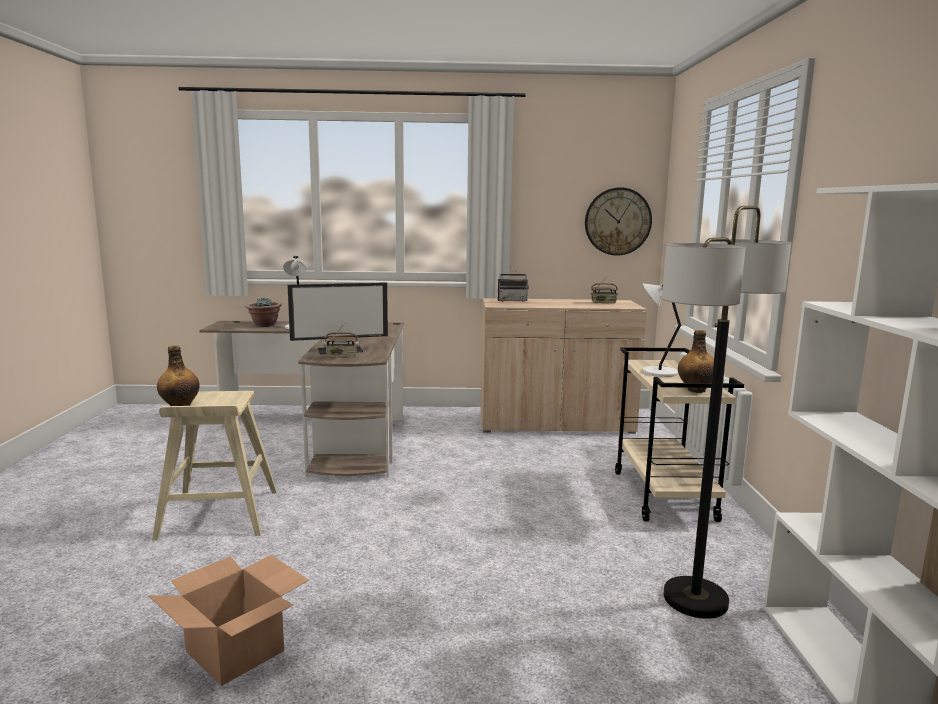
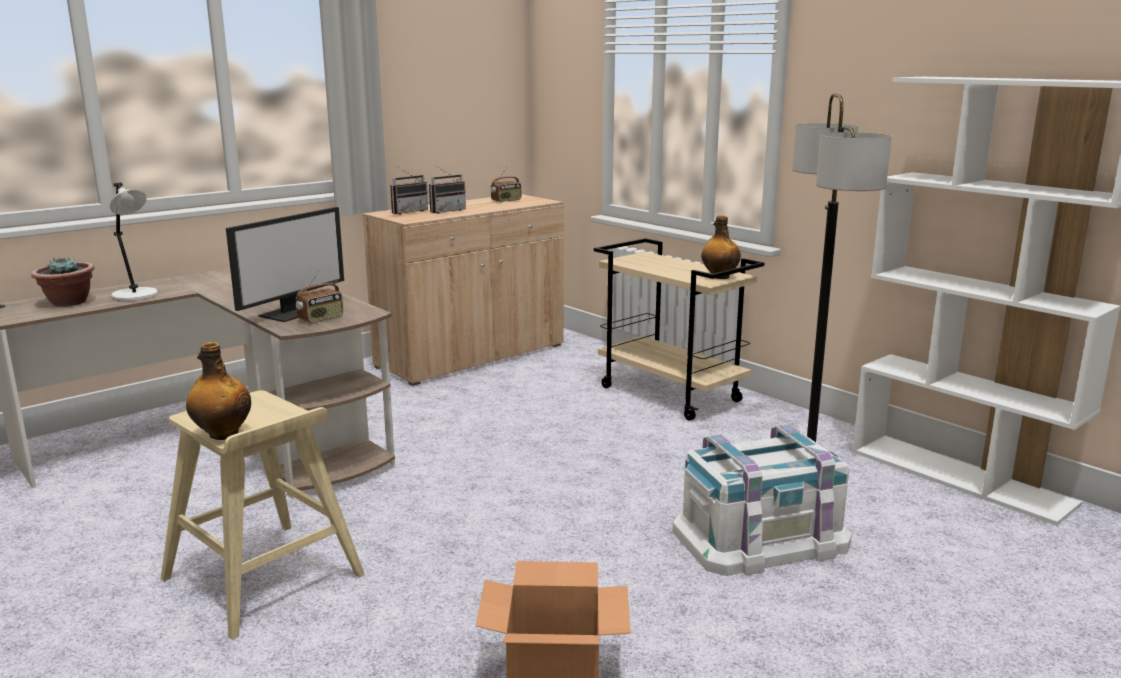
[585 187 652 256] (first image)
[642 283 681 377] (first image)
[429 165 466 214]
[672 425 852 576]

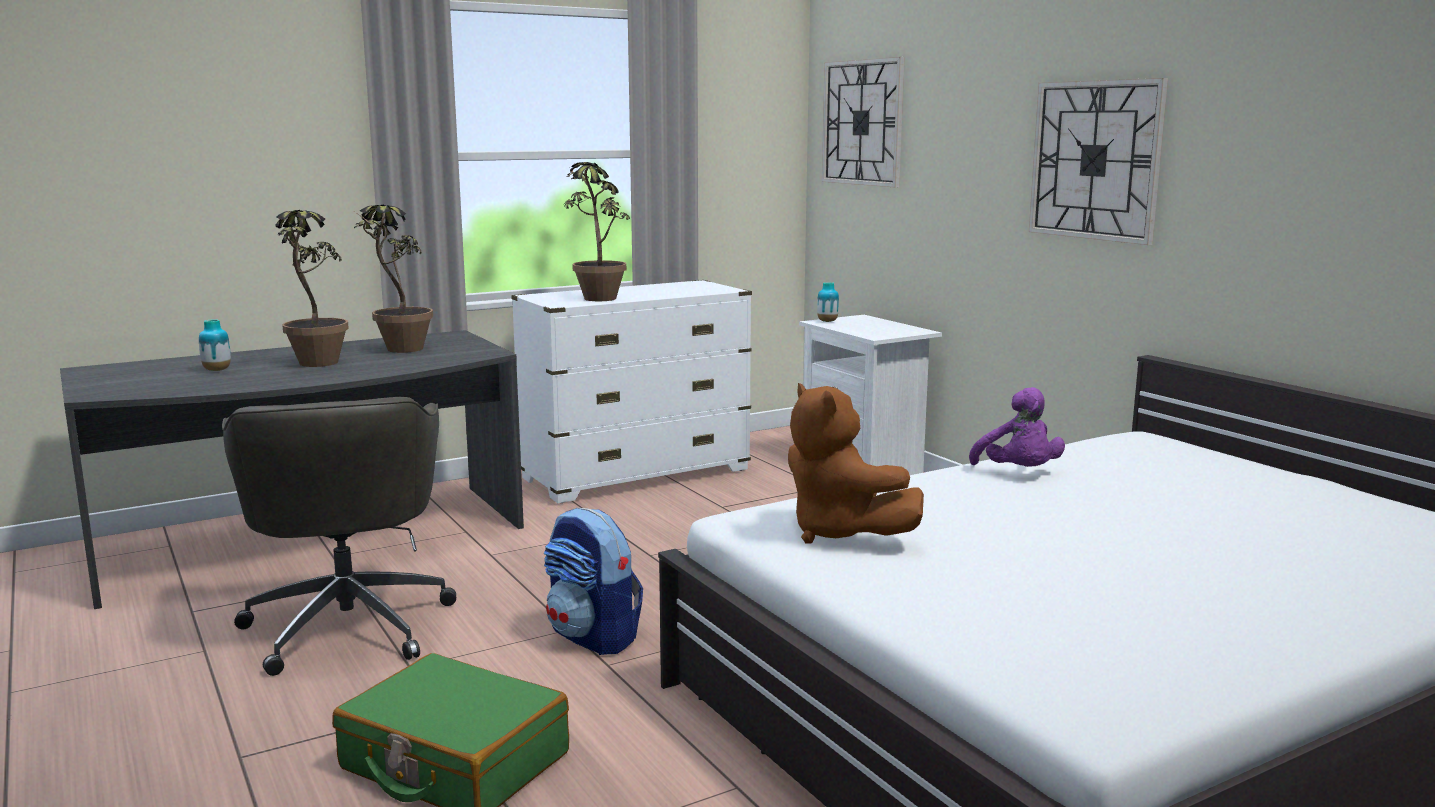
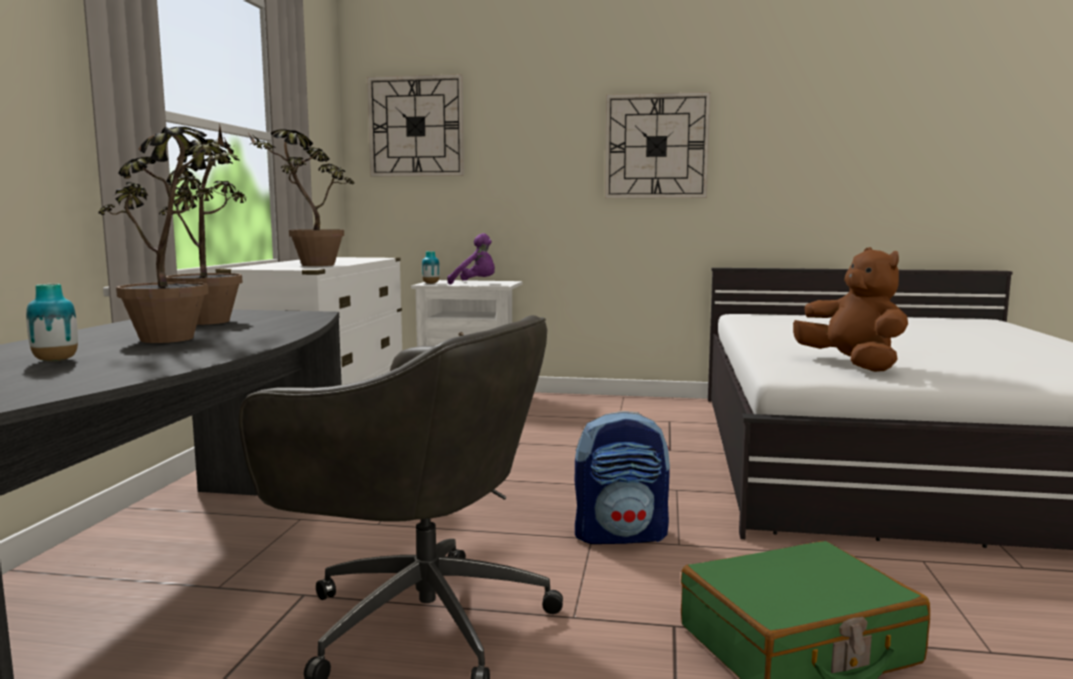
[793 247 908 372]
[447 233 495 285]

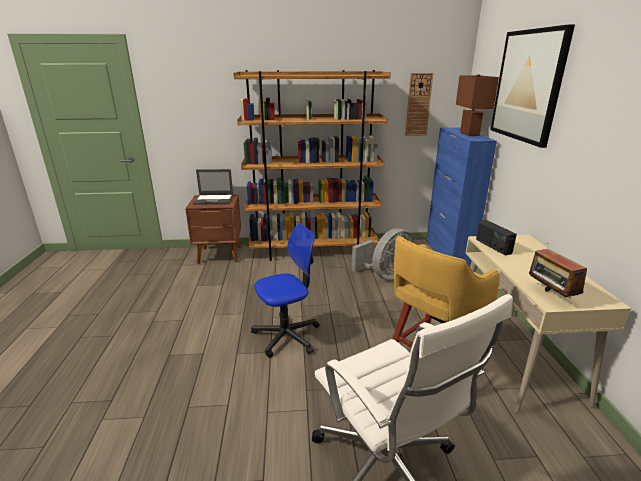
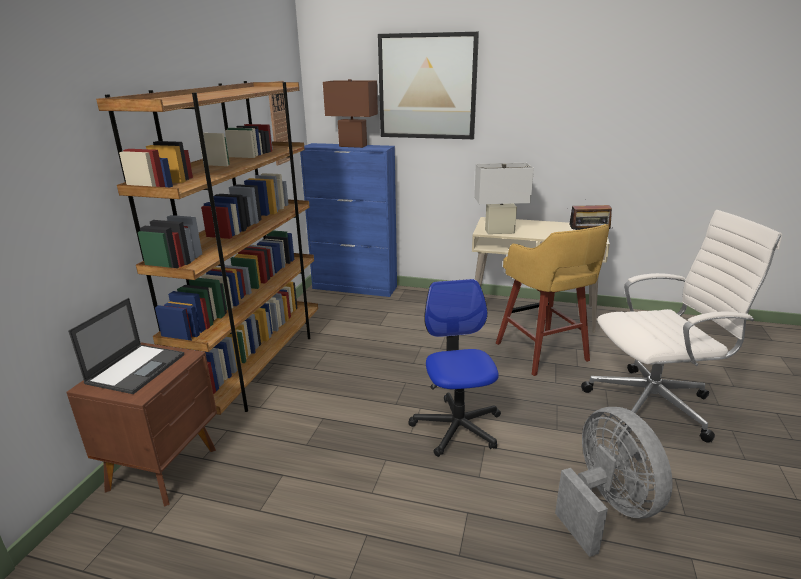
[555 407 672 557]
[474 163 534 234]

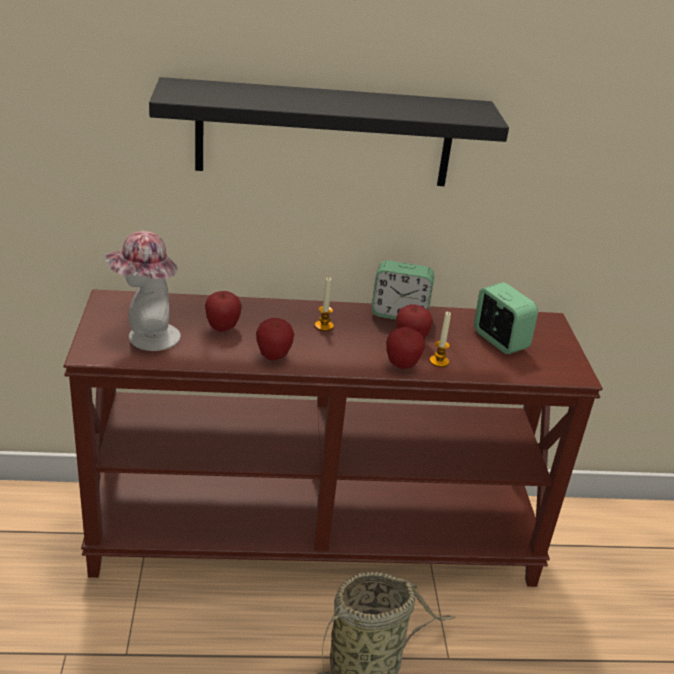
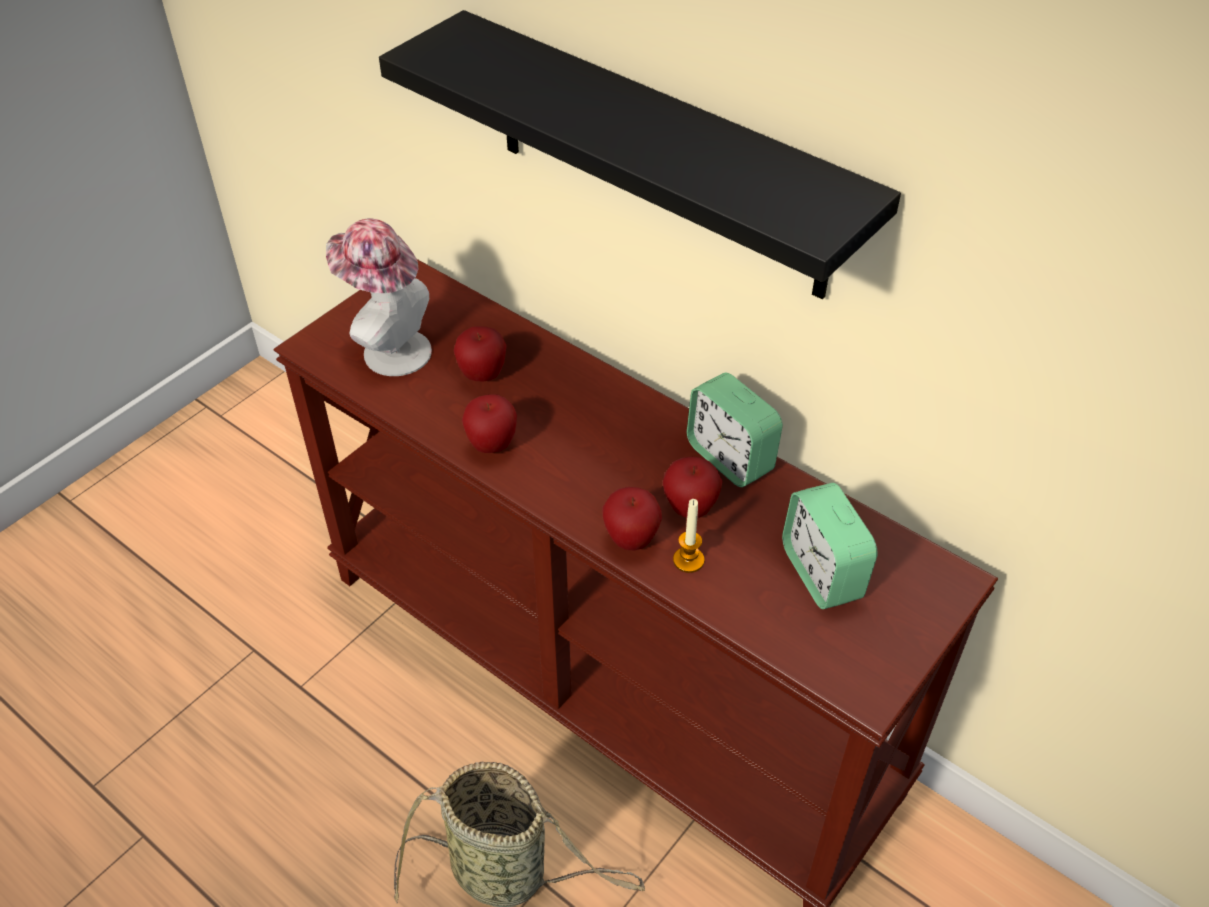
[315 277 334 331] (first image)
[782 483 878 609]

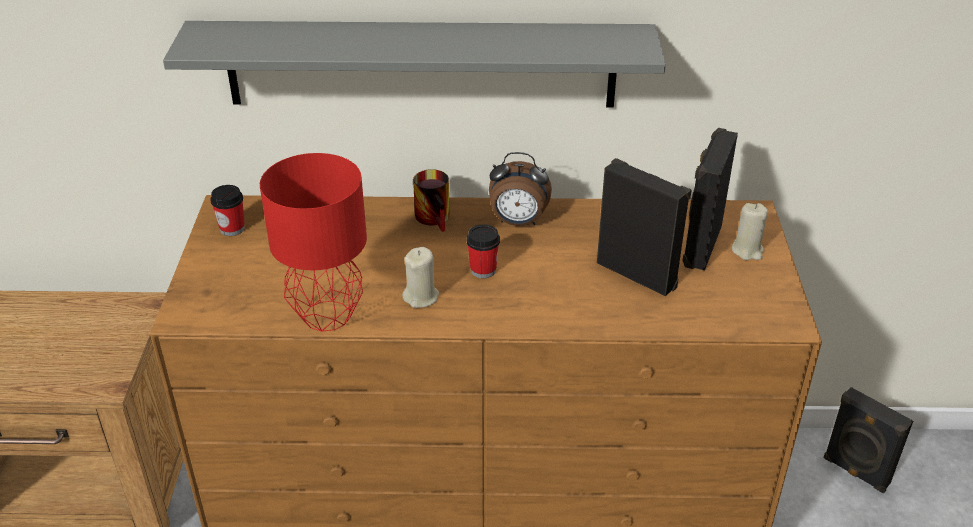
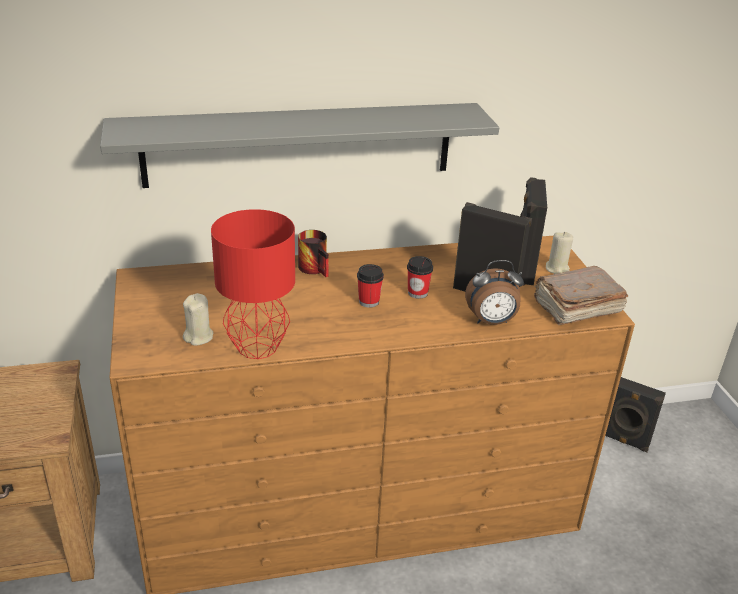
[407 256 433 299]
[183 293 213 346]
[465 260 524 325]
[534 266 628 325]

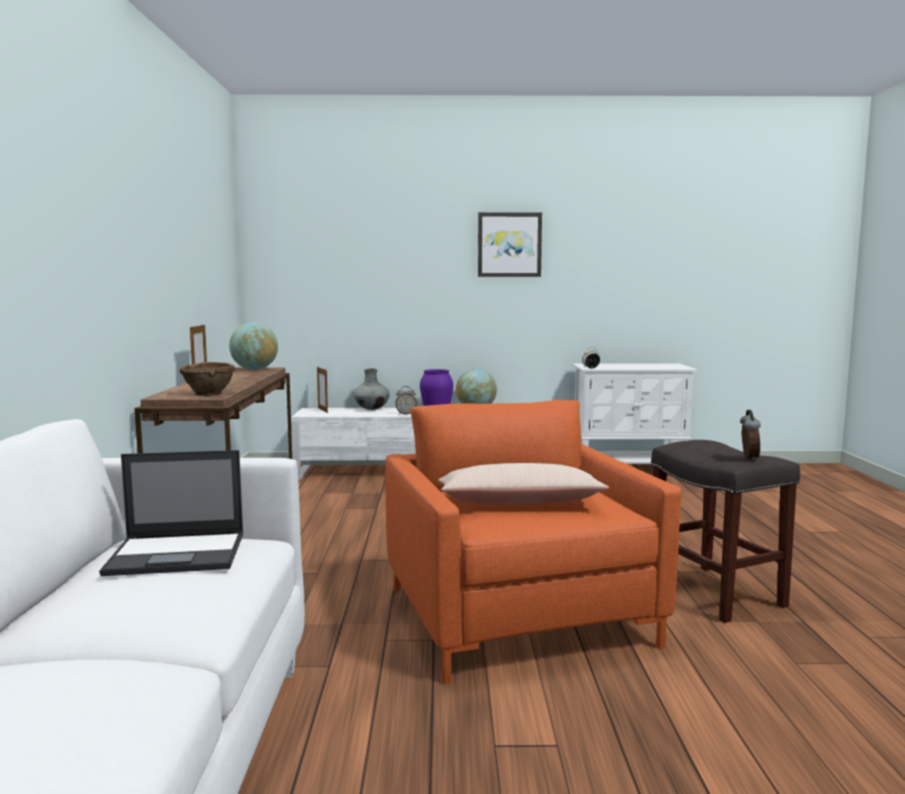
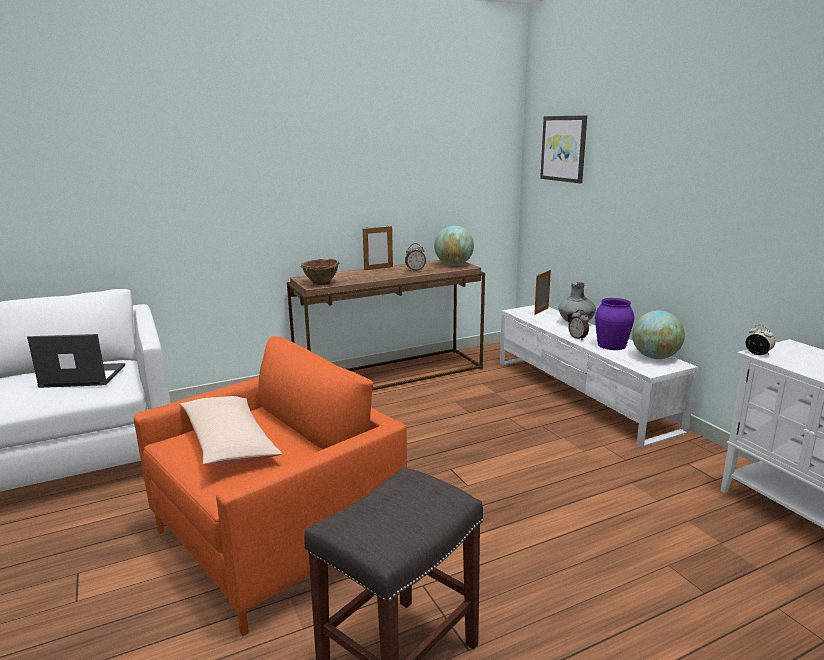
[27 334 125 388]
[540 115 587 183]
[405 243 426 271]

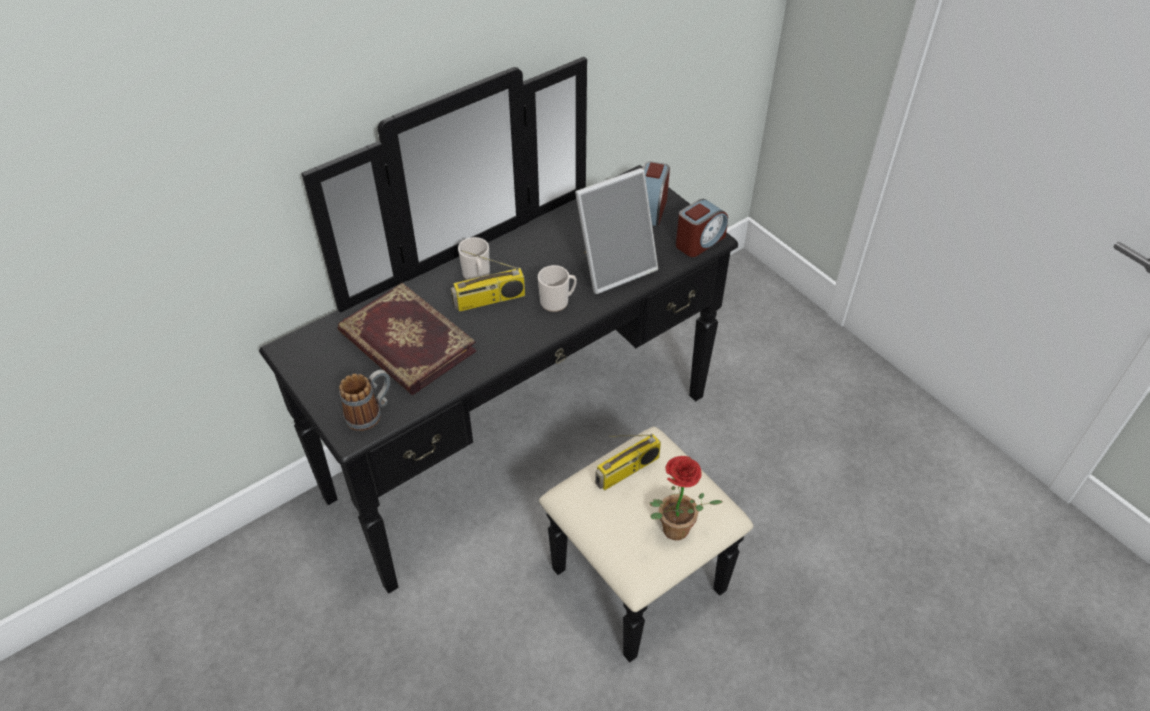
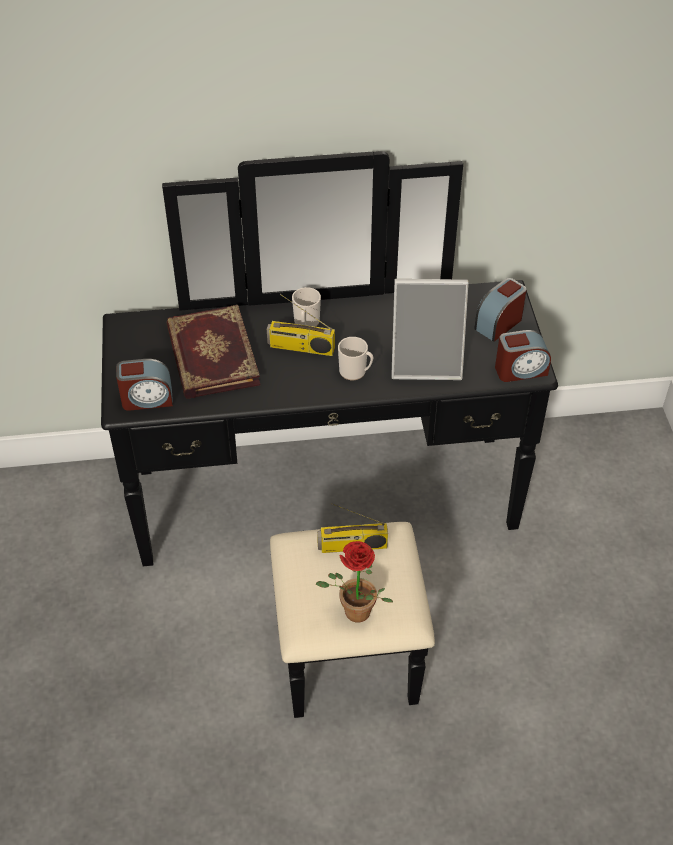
[116 359 173 411]

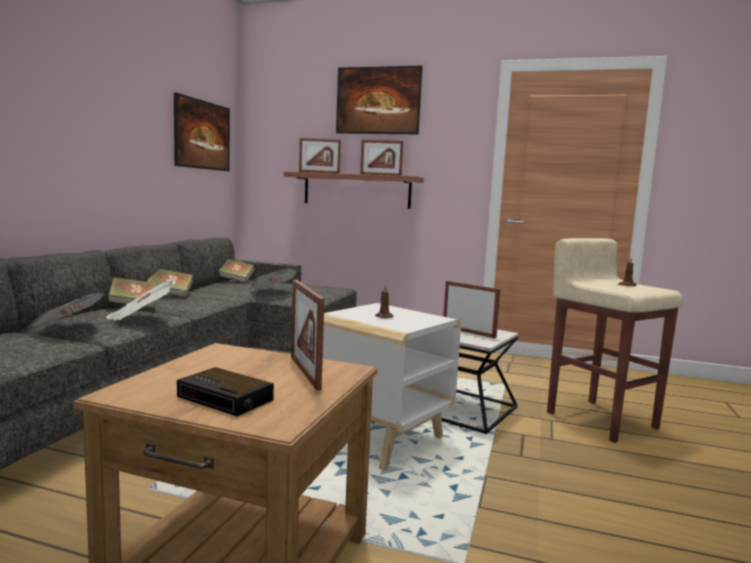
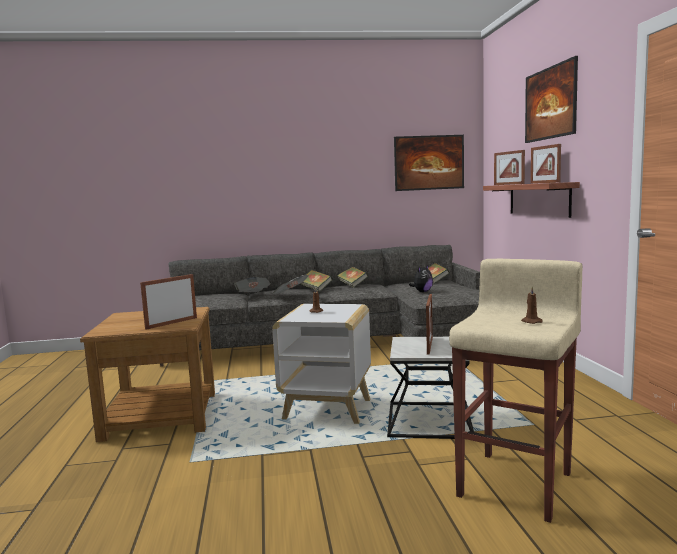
[177 367 274 416] (first image)
[409 265 433 292]

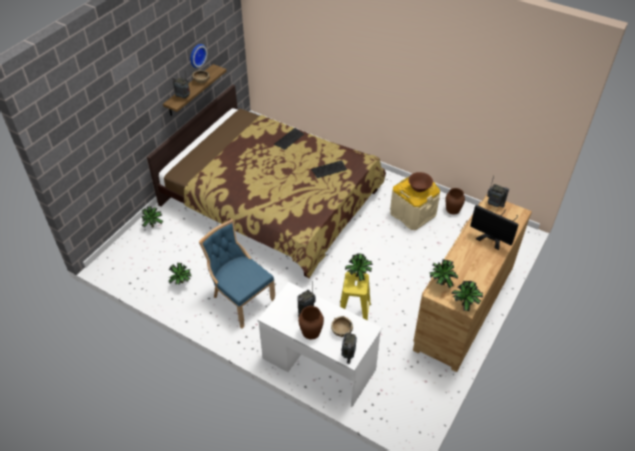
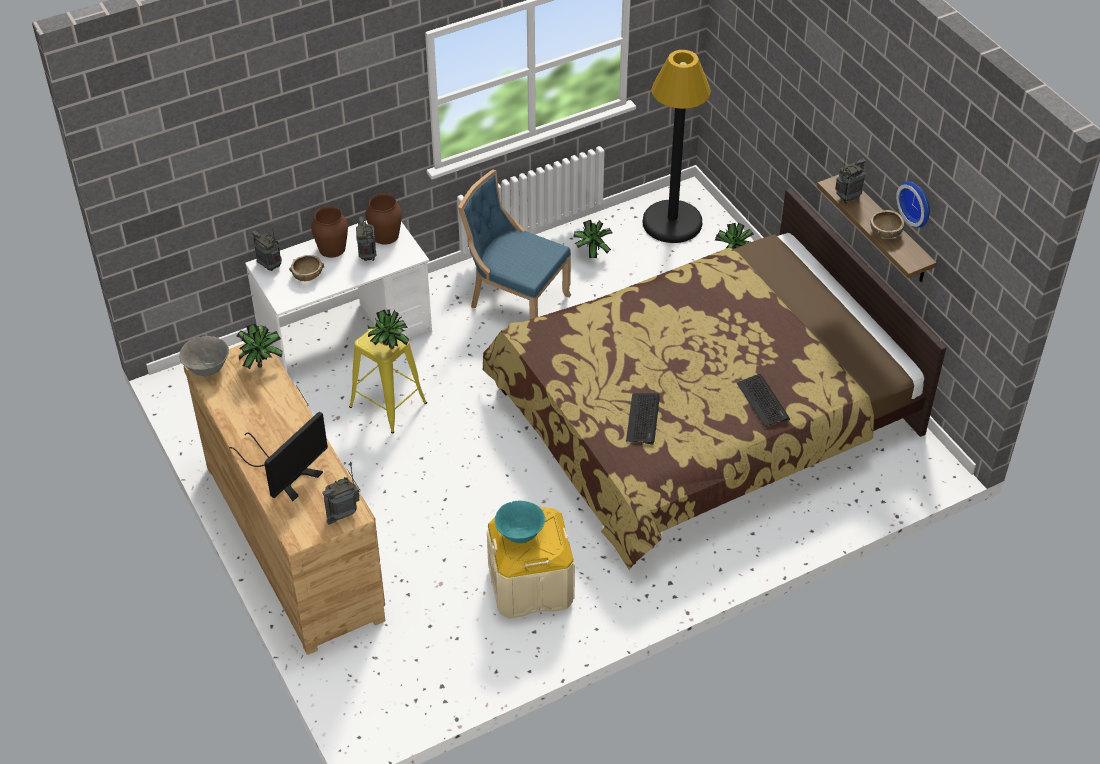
[458 169 571 319]
[495 501 545 543]
[366 193 402 244]
[179 336 229 376]
[229 412 328 501]
[642 50 711 243]

